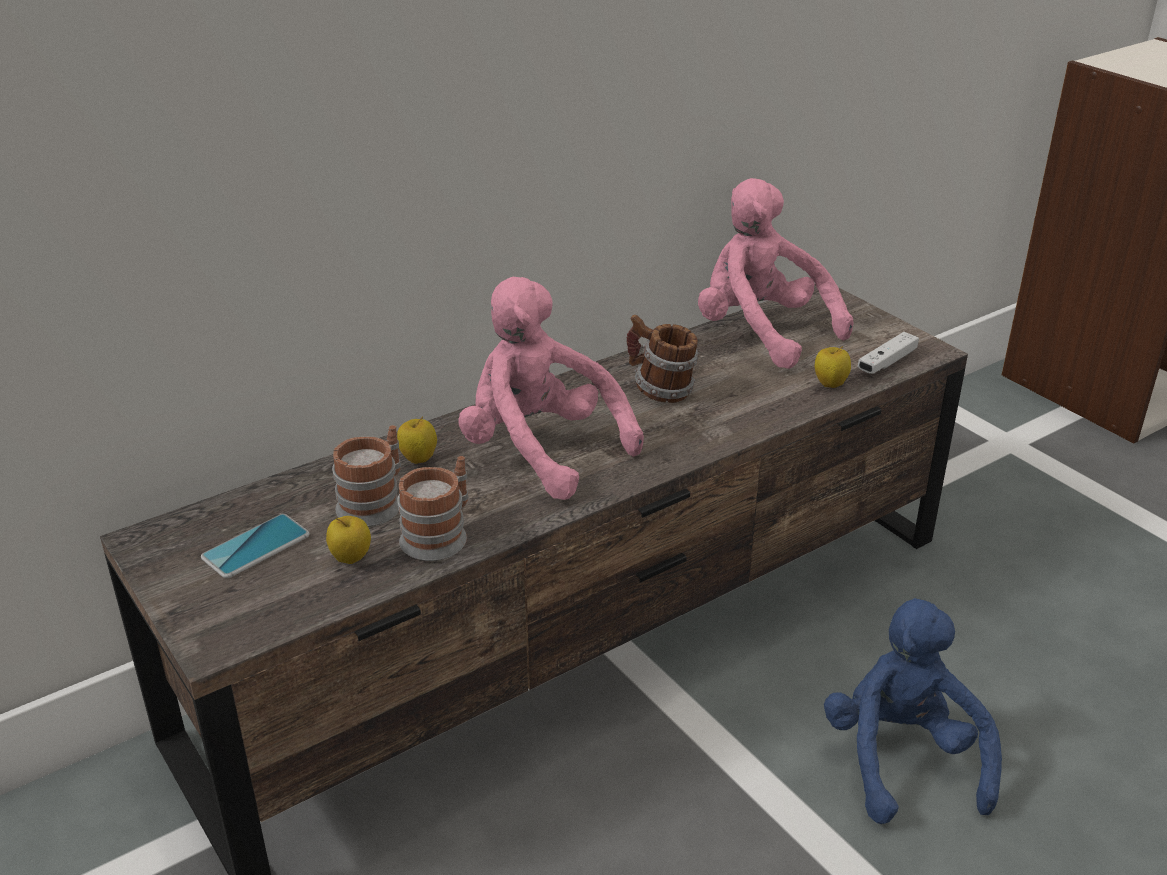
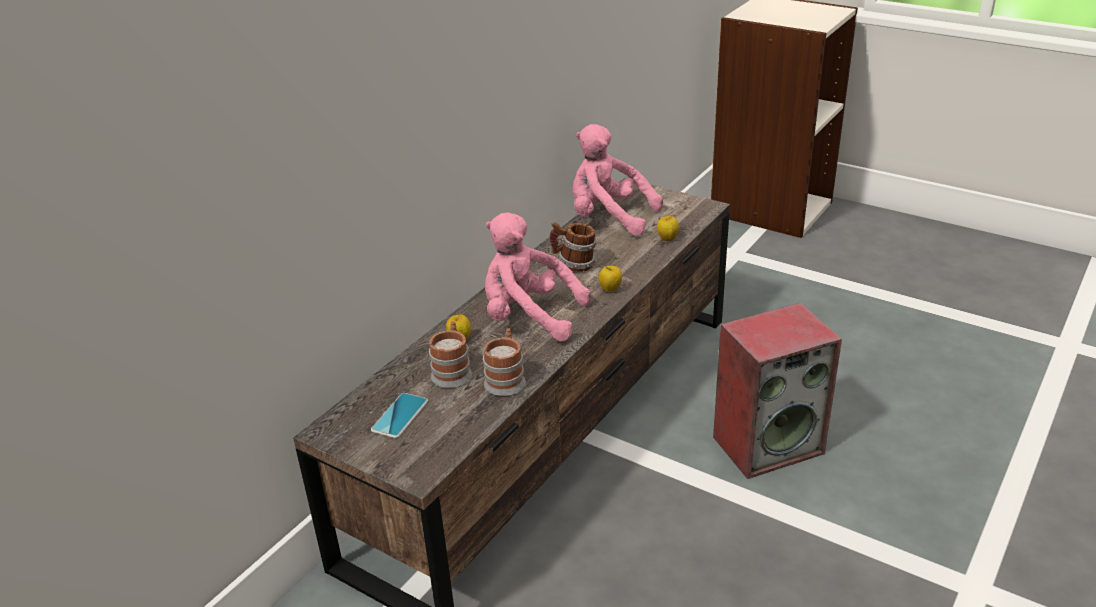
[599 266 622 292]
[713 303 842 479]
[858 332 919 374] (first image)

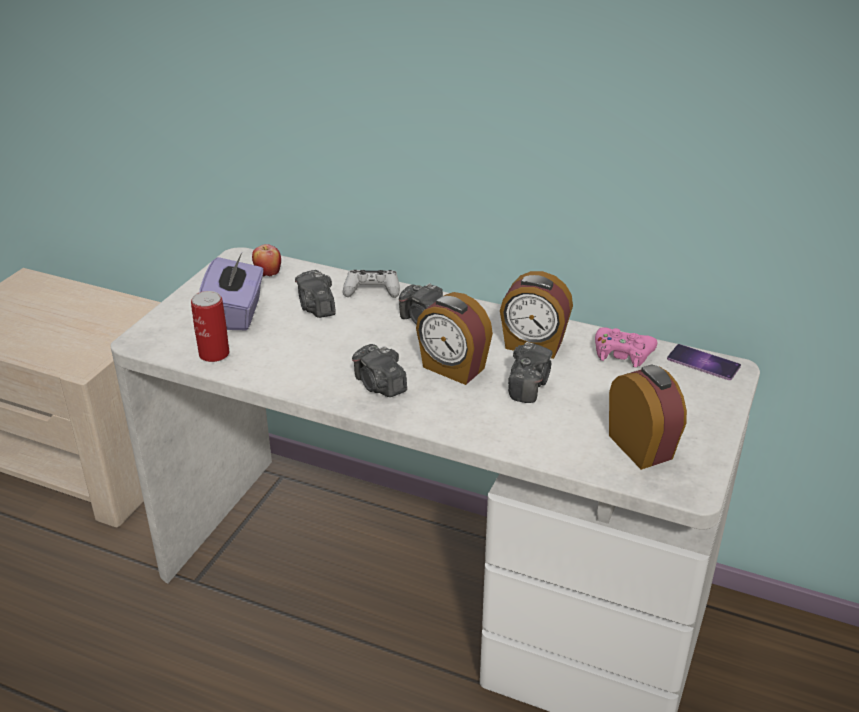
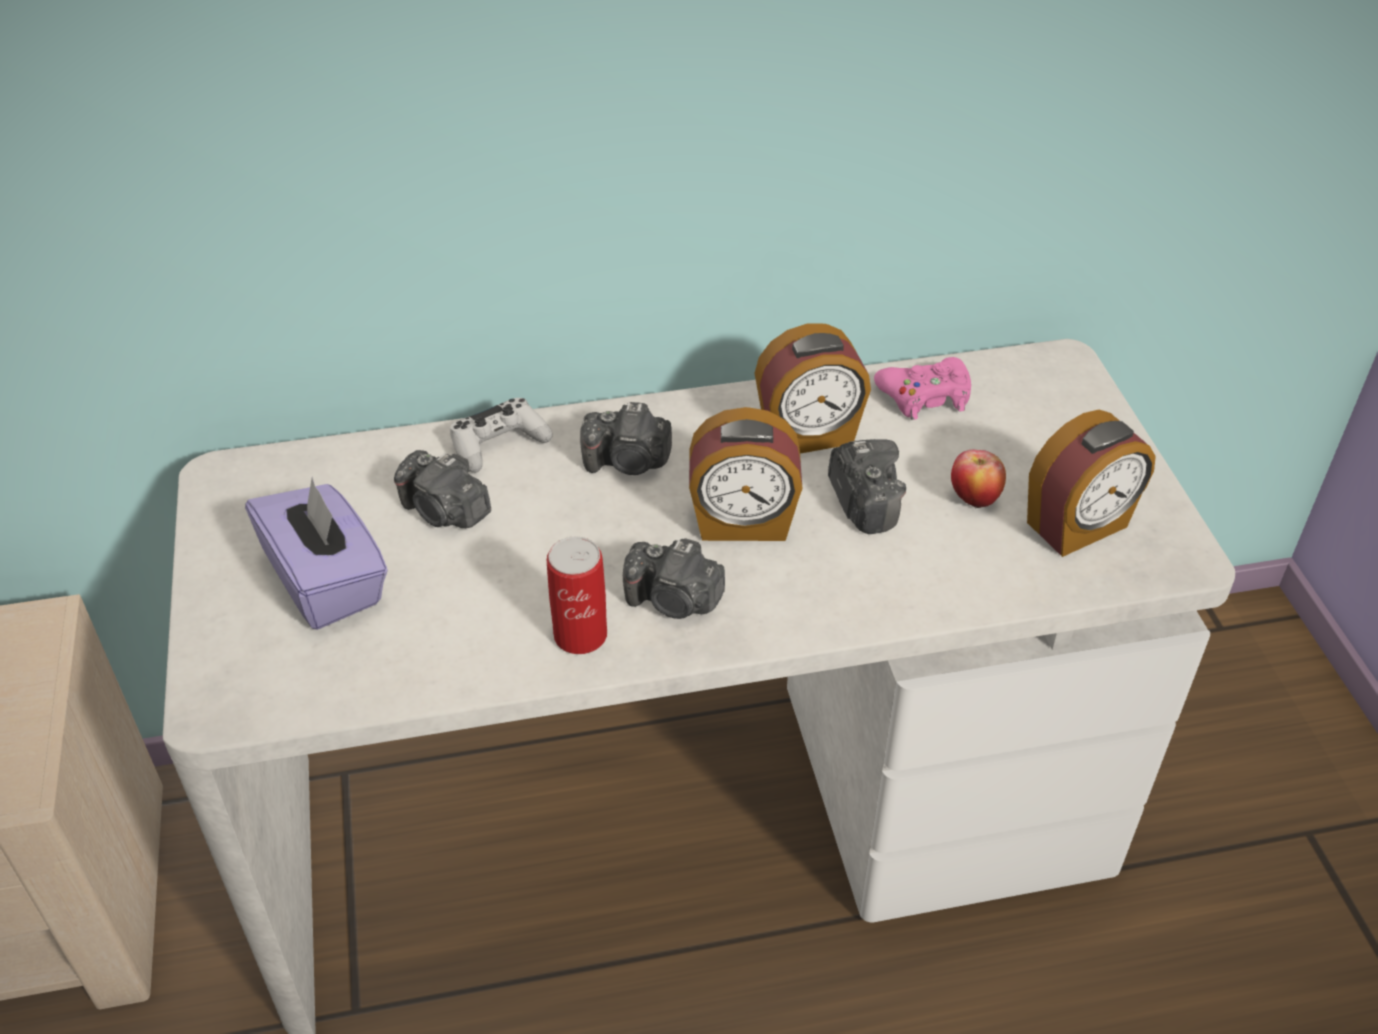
[547 536 607 654]
[951 450 1006 509]
[1027 410 1156 557]
[667 344 741 380] (first image)

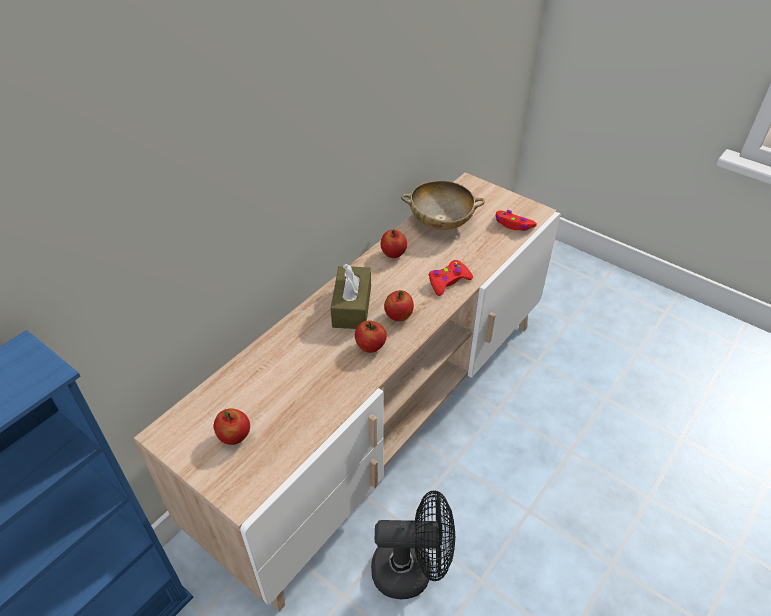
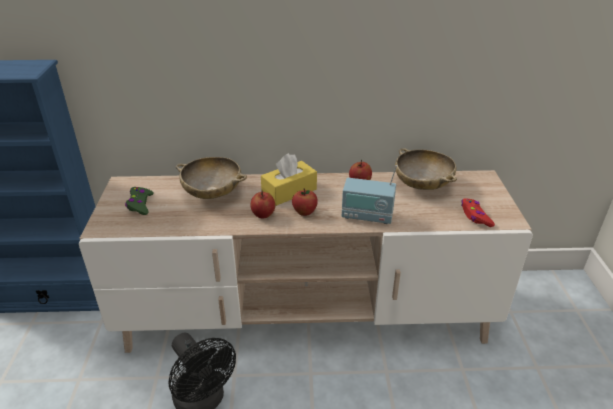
[125 187 154 215]
[261 153 317 206]
[342 165 397 224]
[176 157 247 199]

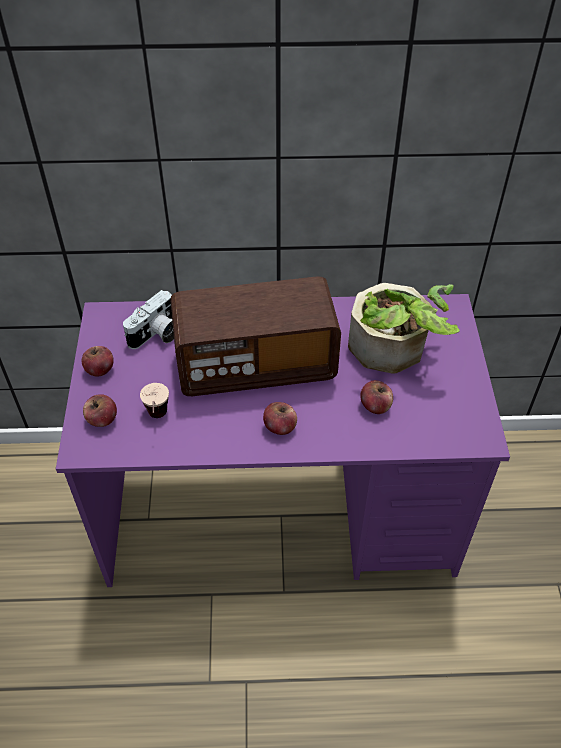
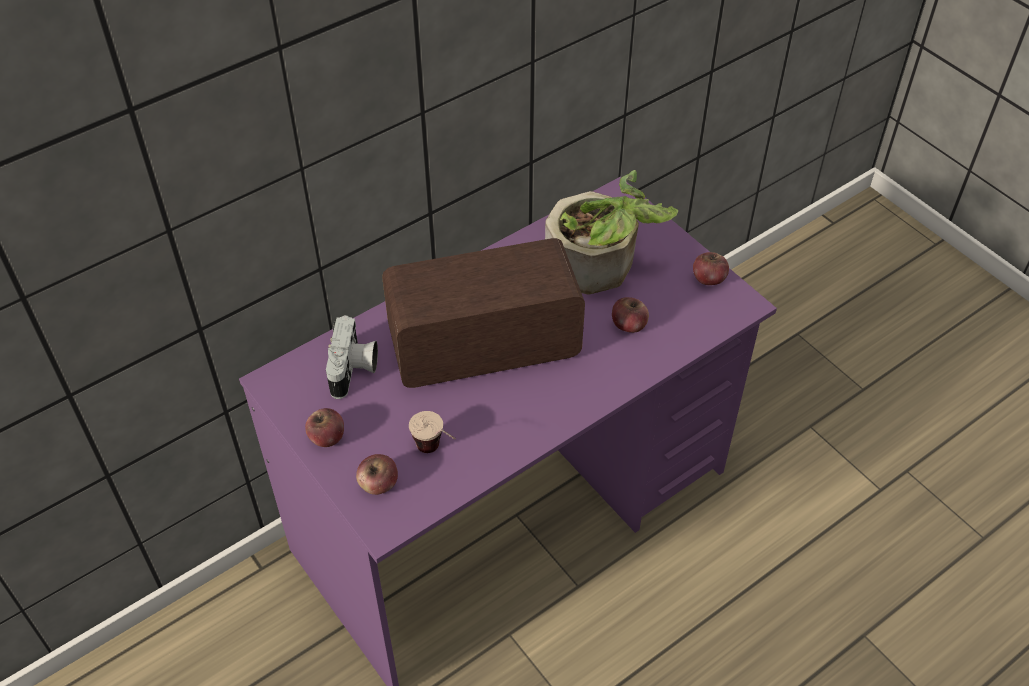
[382 238 585 388]
[693 252 729 285]

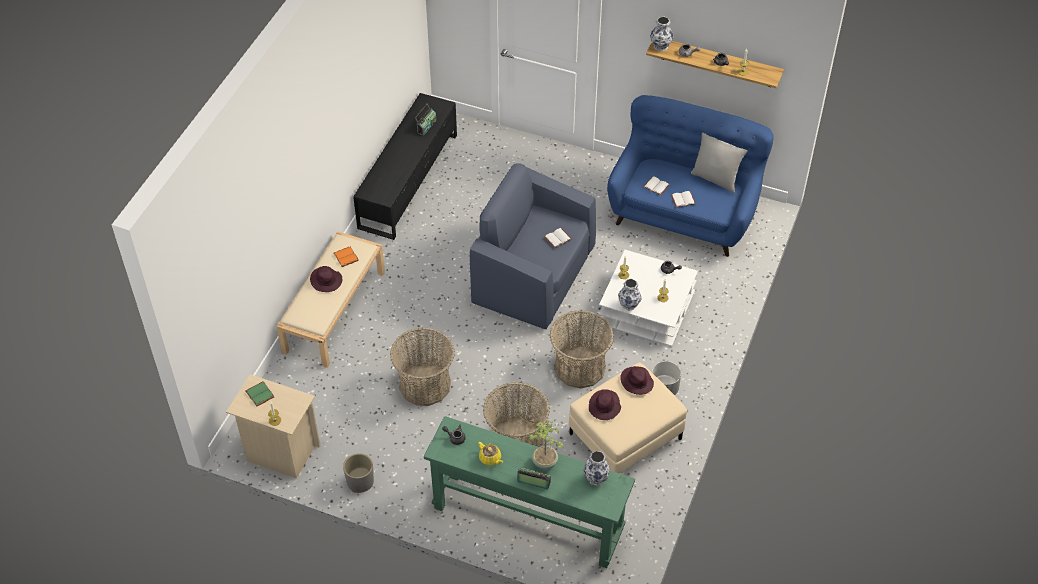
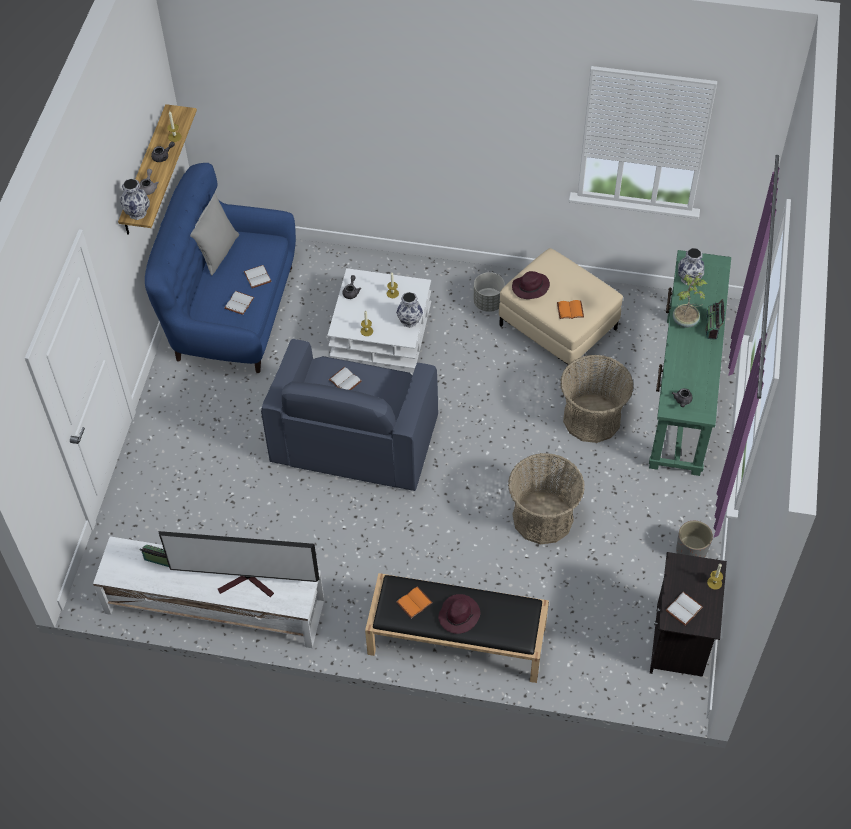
[650 552 727 677]
[666 592 703 626]
[365 573 549 683]
[93 536 324 648]
[478 442 503 466] (first image)
[550 310 614 389] (first image)
[557 300 584 319]
[158 531 319 597]

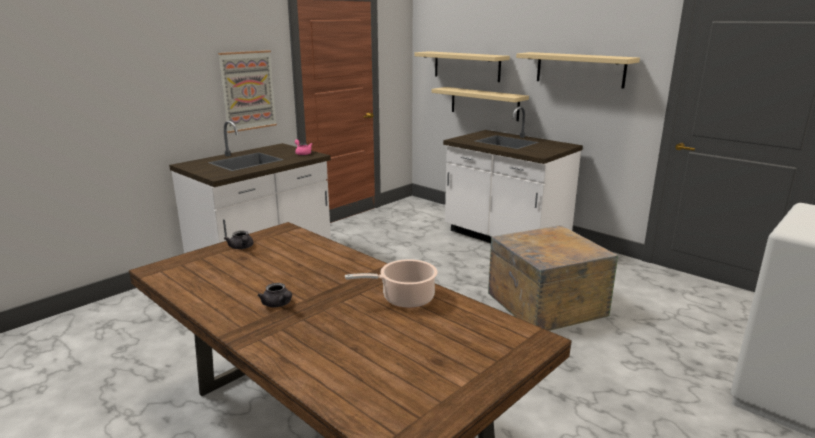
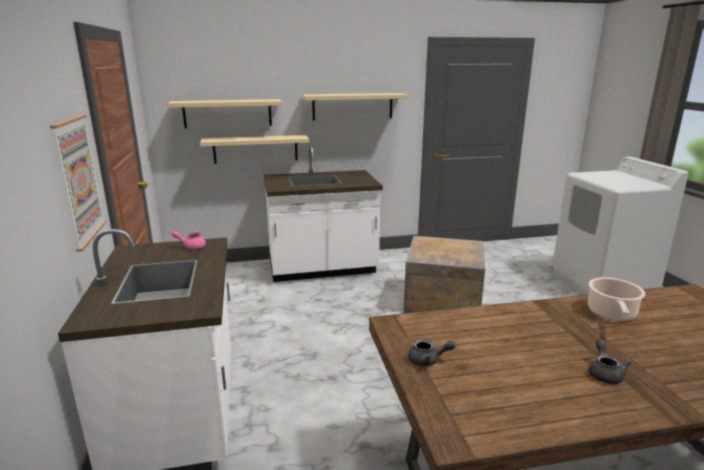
[589 340 632 384]

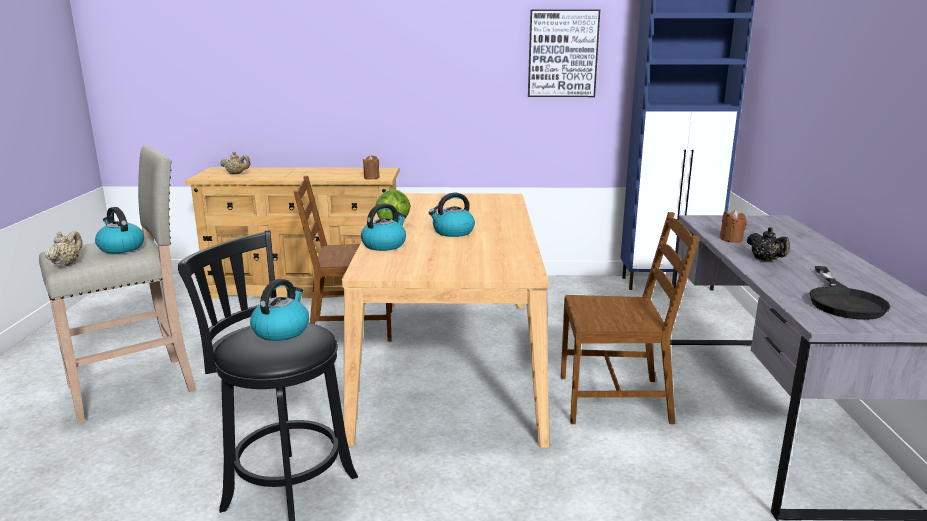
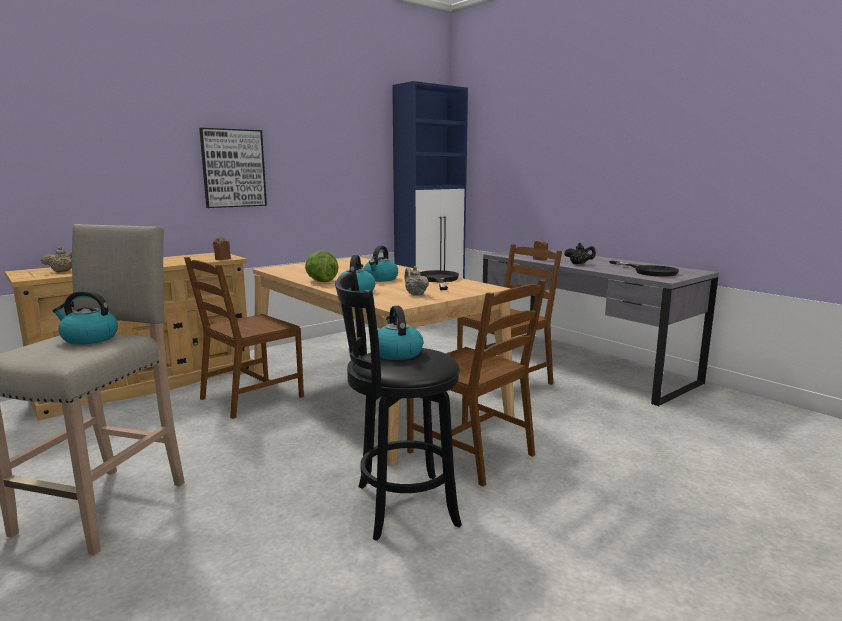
[404 266 429 295]
[199 128 267 208]
[407 280 546 487]
[420 270 459 290]

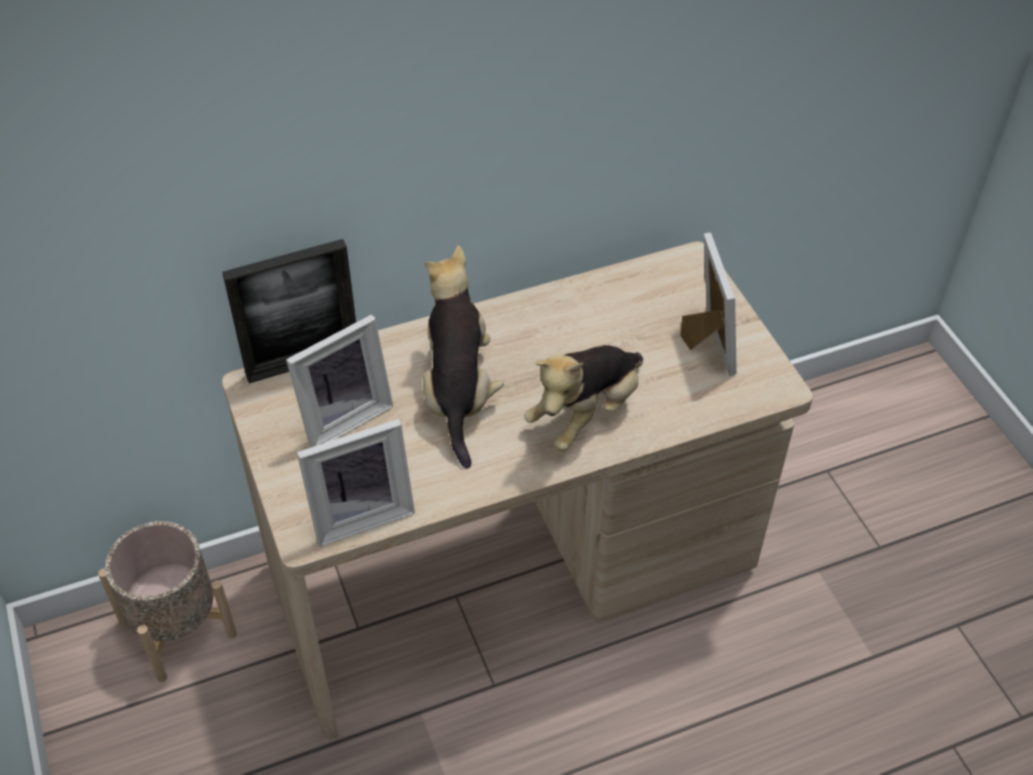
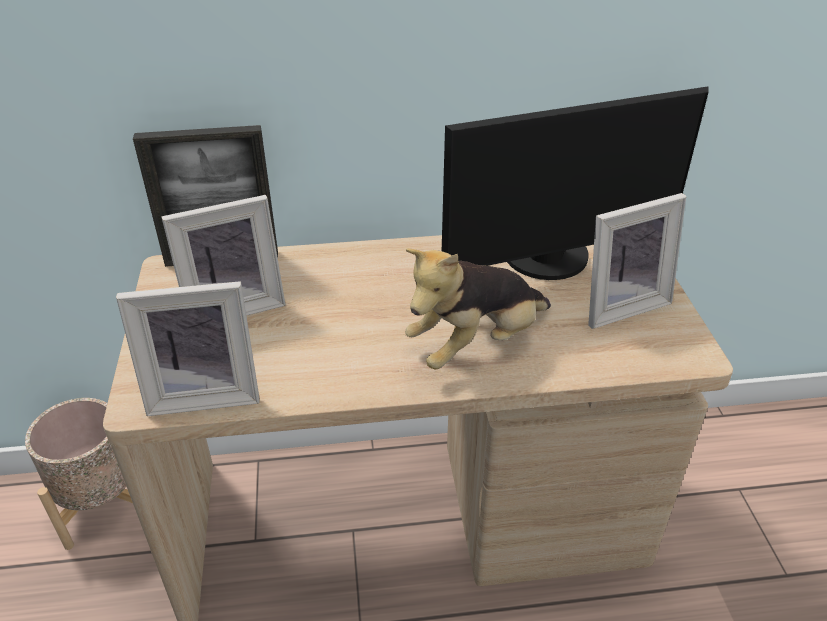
[423 246 504 468] (first image)
[588 193 686 329]
[442 86 709 280]

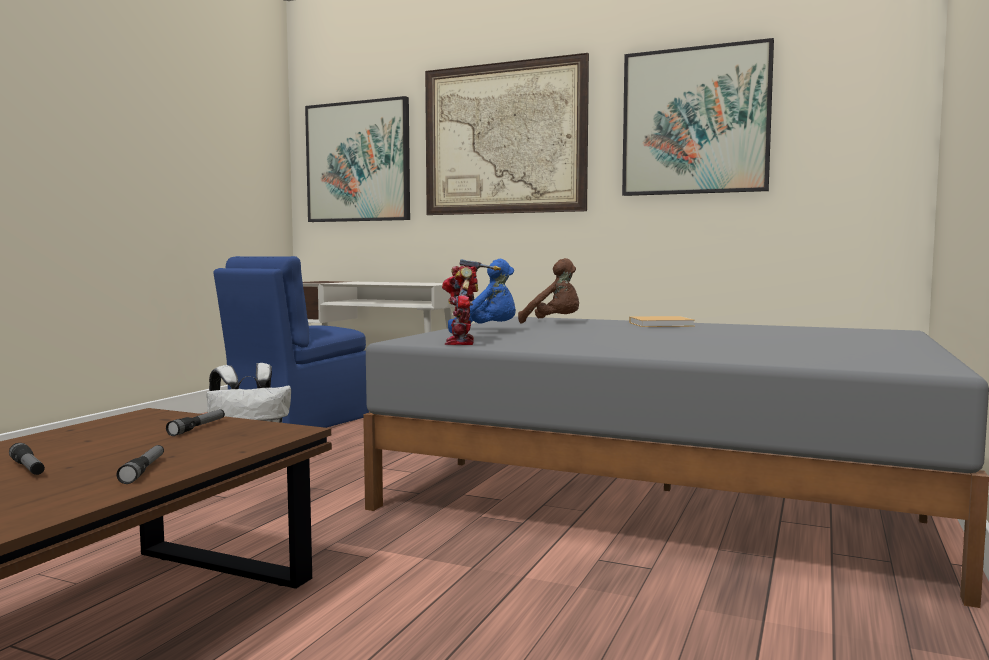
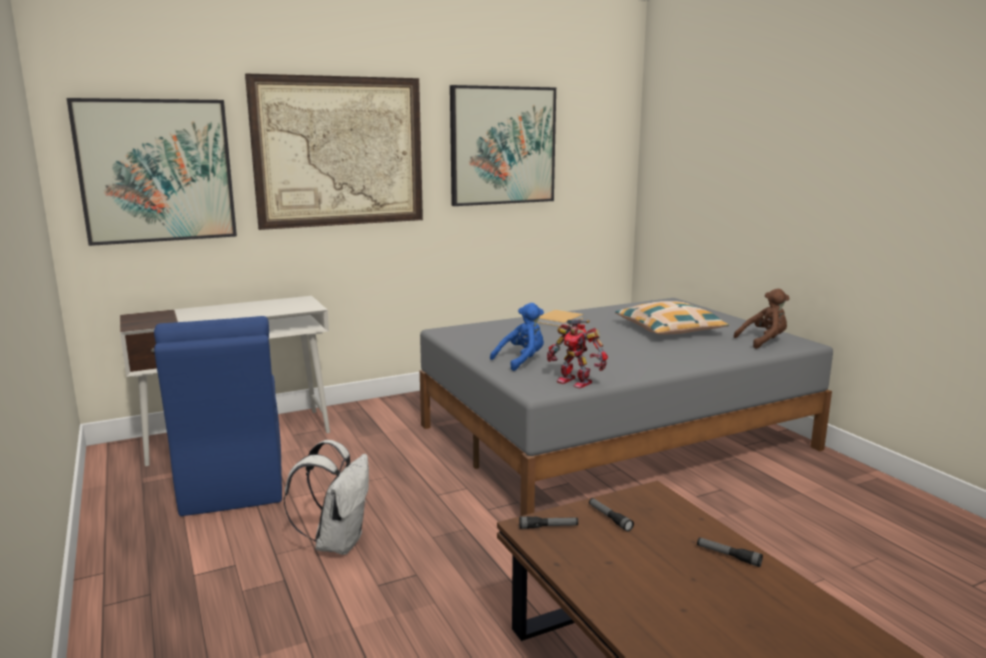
[519 516 578 529]
[734 289 790 349]
[615 301 729 335]

